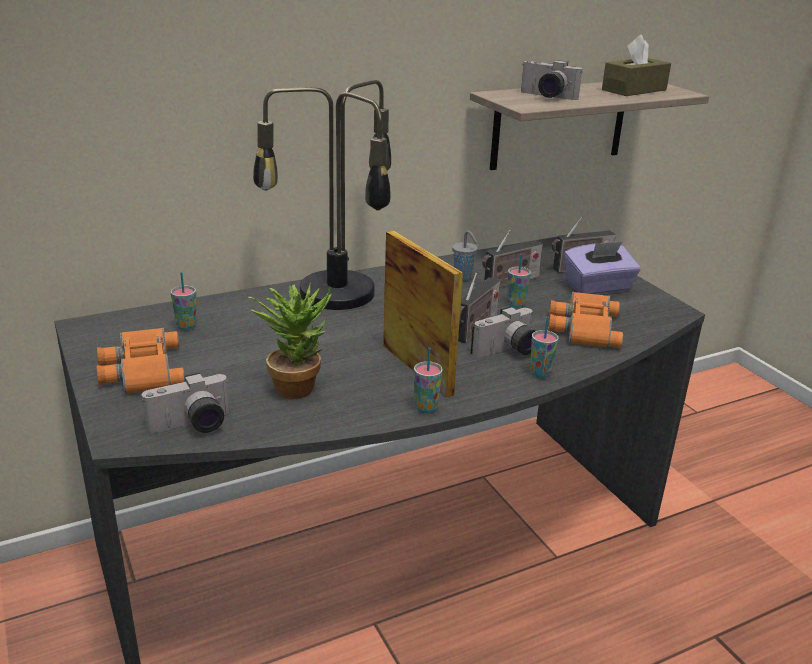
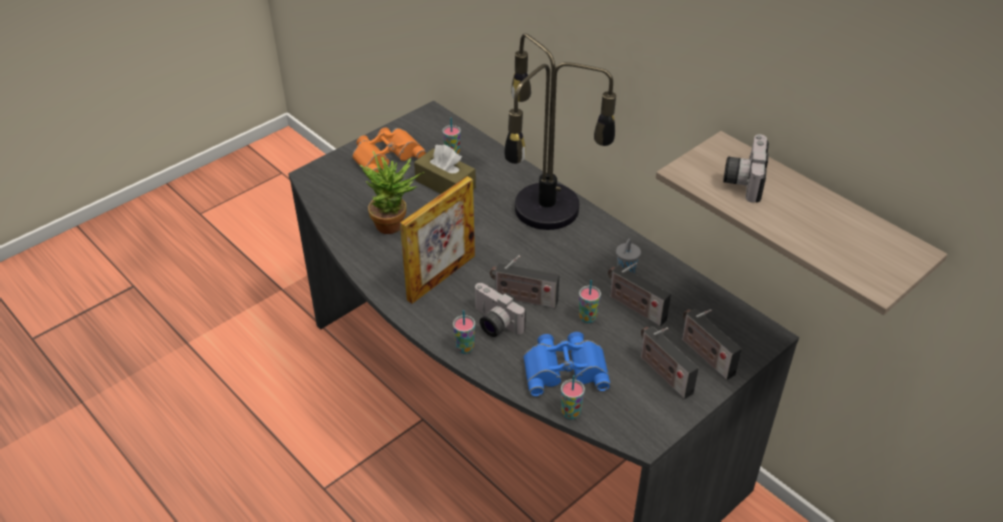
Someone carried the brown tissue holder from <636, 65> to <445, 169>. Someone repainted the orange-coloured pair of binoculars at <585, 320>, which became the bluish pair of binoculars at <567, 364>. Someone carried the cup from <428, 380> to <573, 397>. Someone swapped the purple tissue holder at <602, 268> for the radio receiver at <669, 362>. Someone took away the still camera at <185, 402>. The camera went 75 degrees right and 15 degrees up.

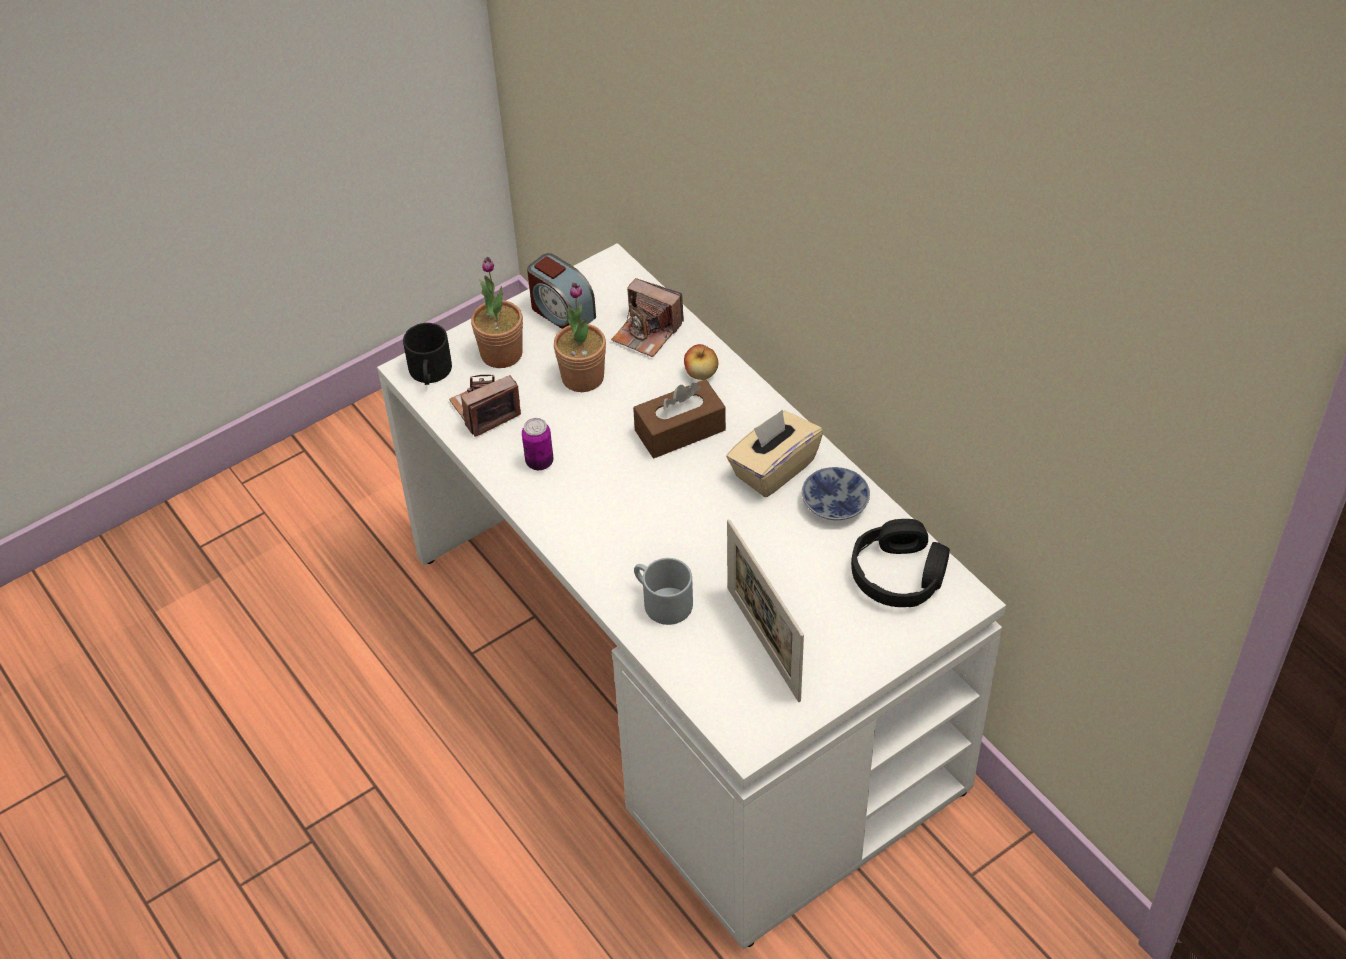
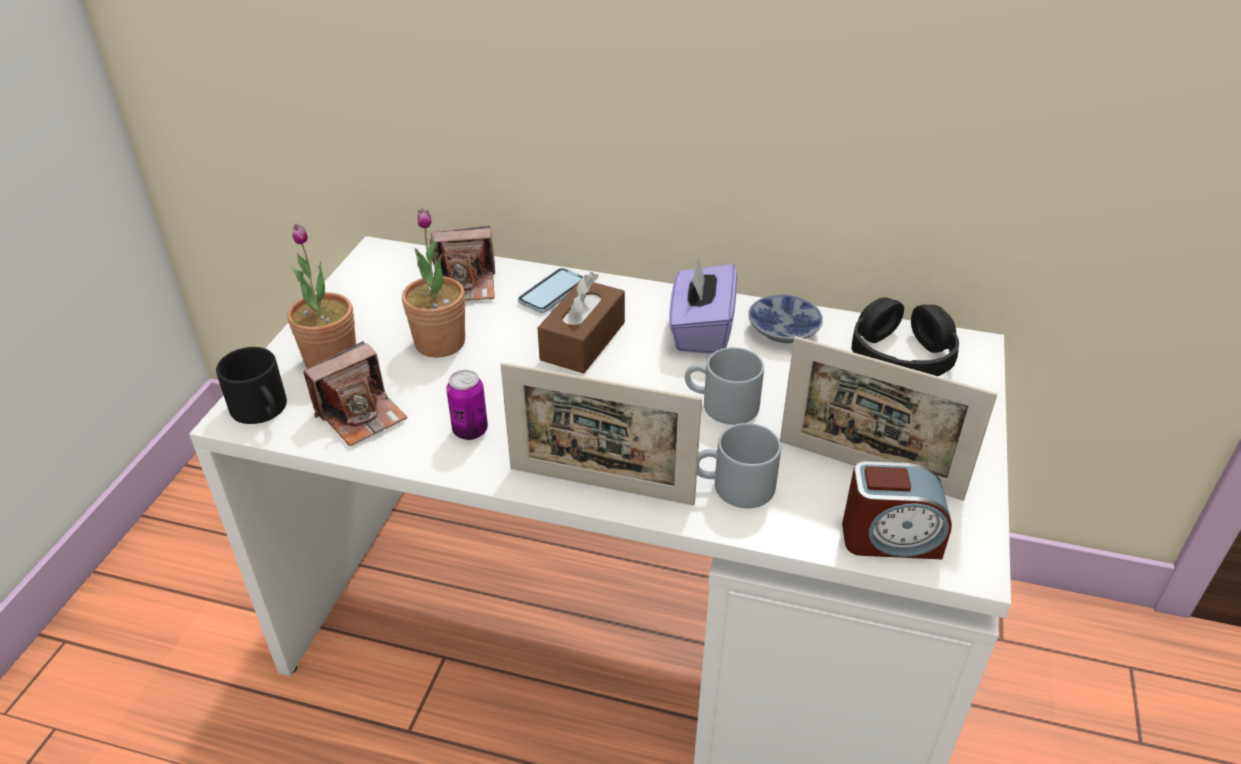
Someone rotated the still camera at <485, 406> by 150 degrees counterclockwise. Someone put down the photo frame at <601, 434>. Someone swapped the whole apple at <701, 362> for the handset at <551, 290>. Someone repainted the sand-coloured tissue holder at <774, 453>, which became the purple tissue holder at <703, 305>. Someone put down the gray tea mug at <724, 386>. Someone carried the alarm clock from <561, 291> to <897, 510>. The camera went 40 degrees left and 10 degrees down.

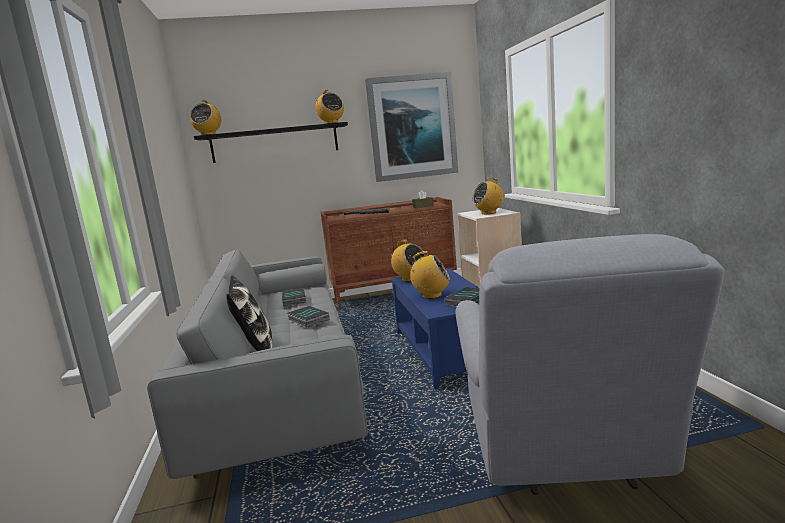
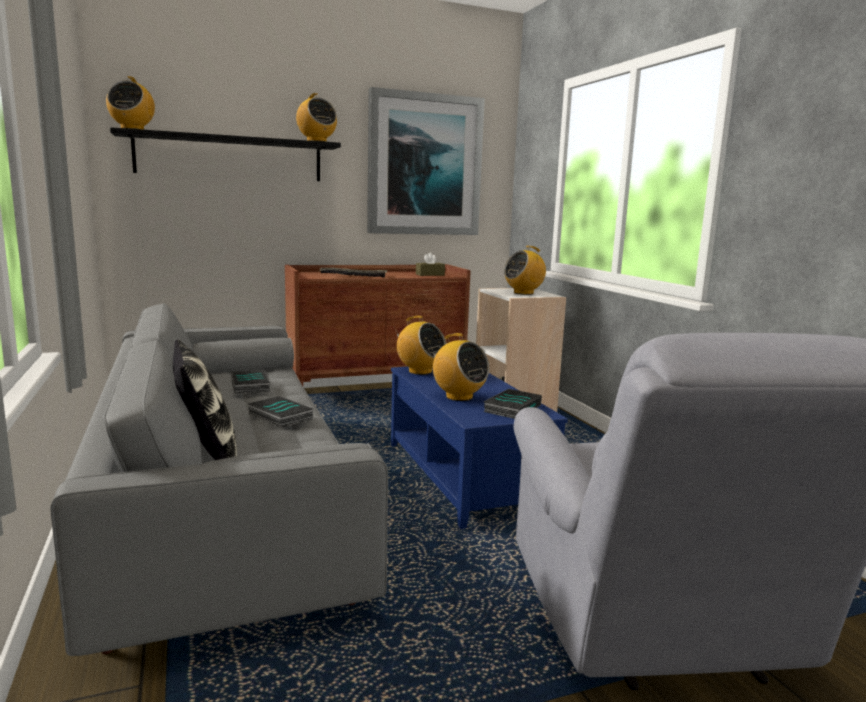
Someone rotated the radio receiver at <428, 275> by 45 degrees clockwise. The camera went 10 degrees left and 0 degrees up.

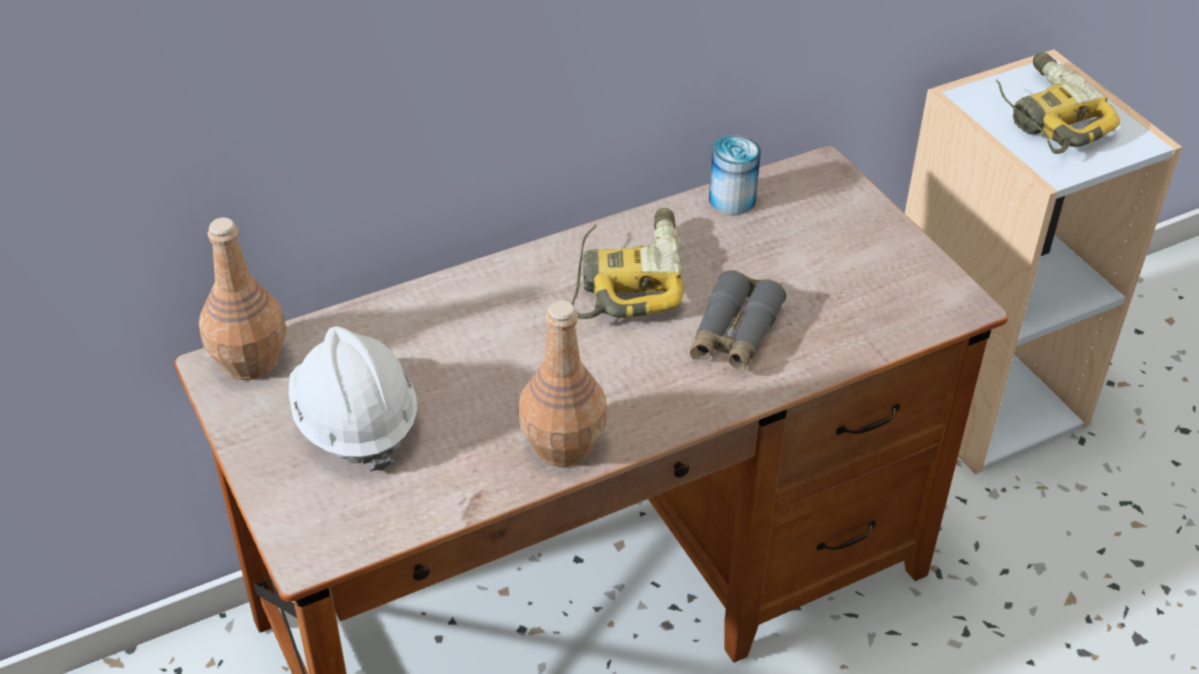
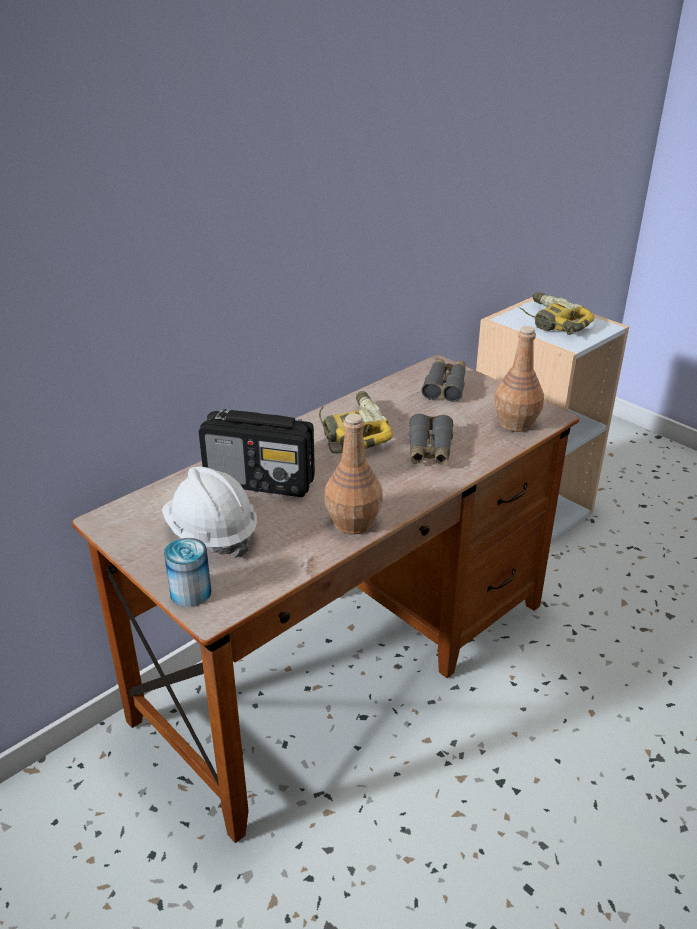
Someone carried the metal can from <735, 175> to <188, 572>. Someone put down the radio receiver at <257, 453>. Someone put down the gray pair of binoculars at <443, 380>. Someone carried the brown drink bottle from <242, 299> to <519, 379>. The camera went 15 degrees left and 10 degrees down.

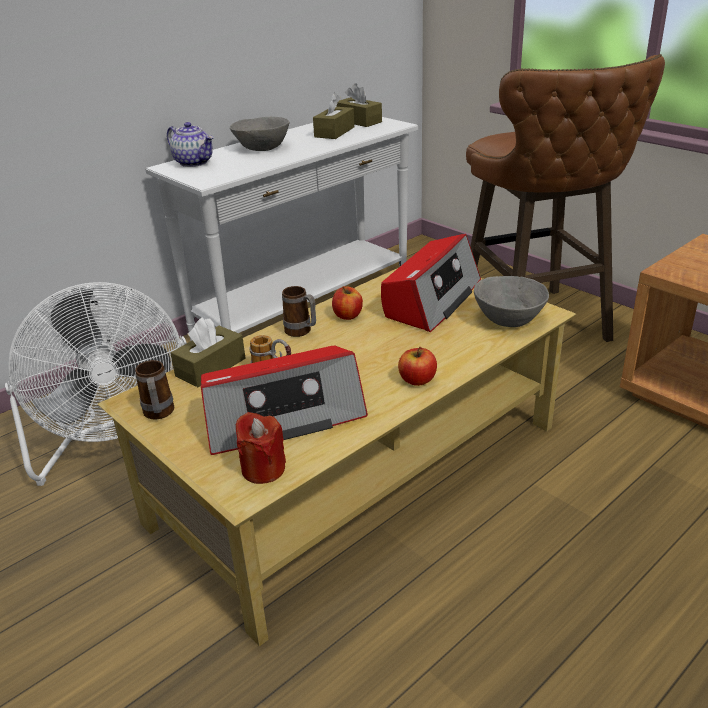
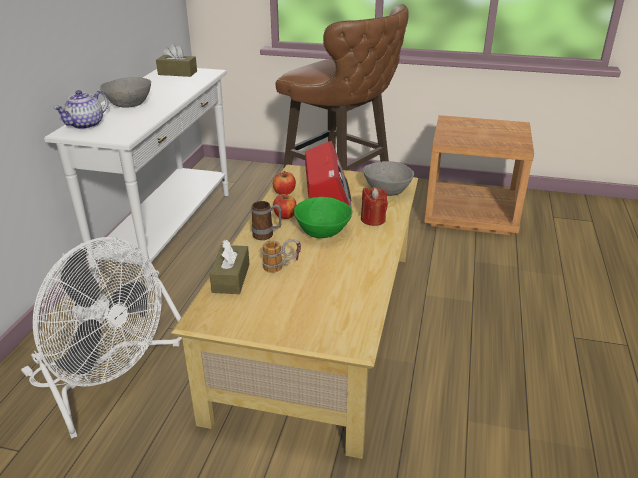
Someone rotated the pot for tea at <190, 144> by 120 degrees clockwise. Someone carried the whole apple from <417, 366> to <284, 183>. Someone put down the green-coloured serving bowl at <323, 217>. Someone carried the reddish candle from <261, 448> to <374, 206>. Someone took away the tea mug at <154, 390>. Someone took away the radio receiver at <284, 400>. Someone took away the brown tissue holder at <333, 116>. The camera went 35 degrees left and 0 degrees up.

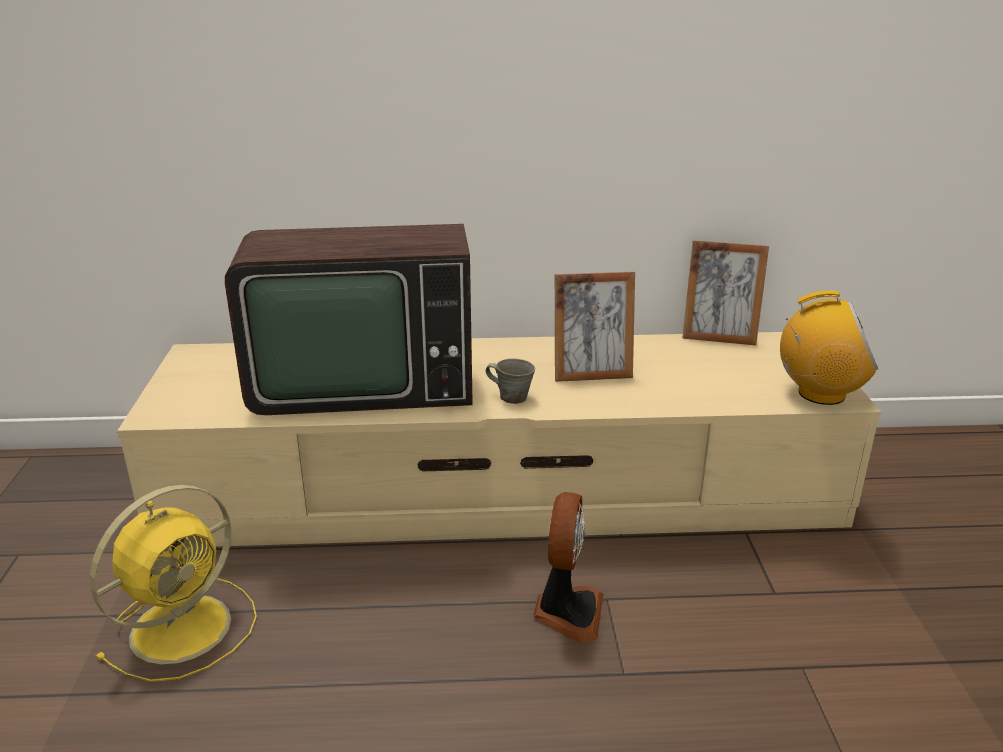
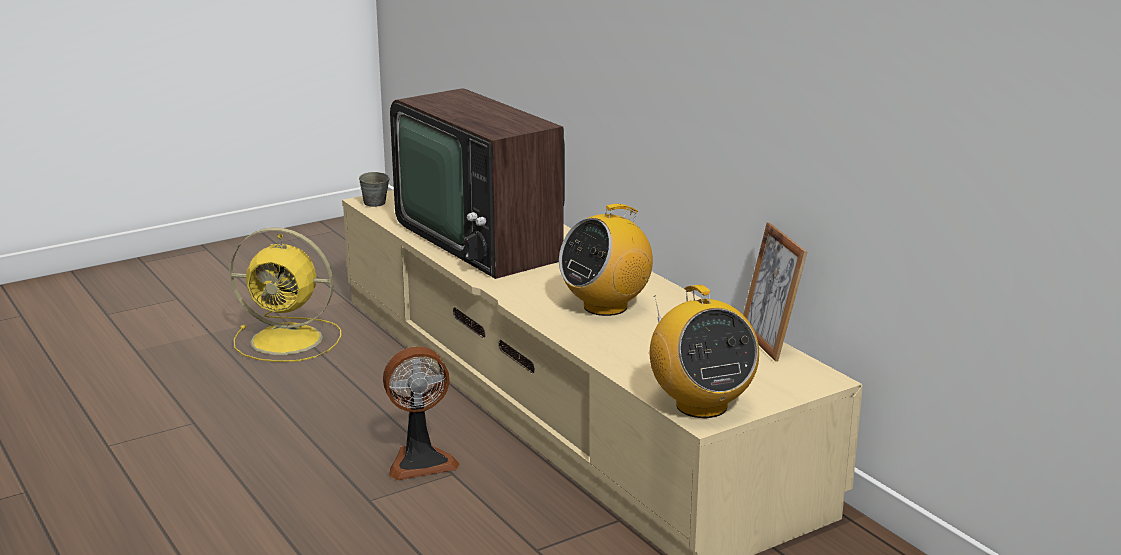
Someone carried the gray tea mug from <510, 381> to <374, 189>. Someone swapped the photo frame at <595, 326> for the radio receiver at <606, 260>. The camera went 60 degrees right and 5 degrees down.

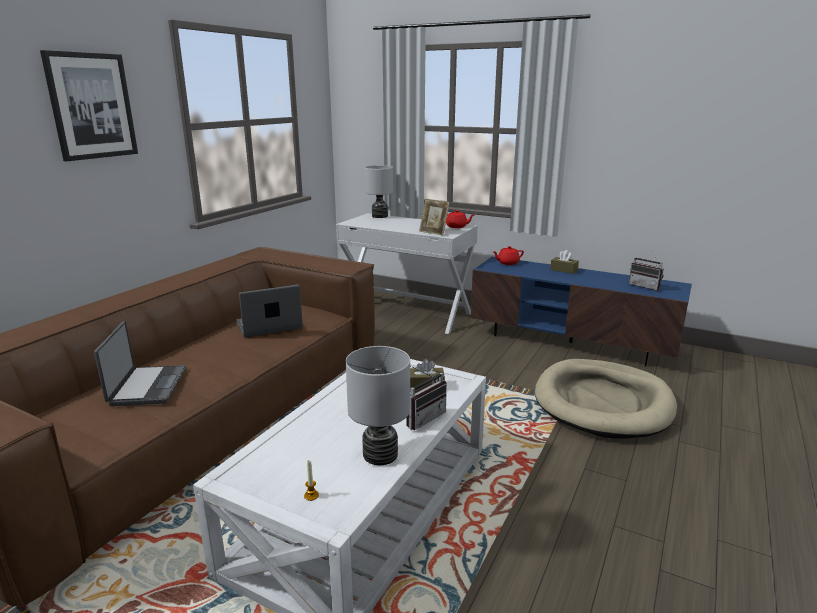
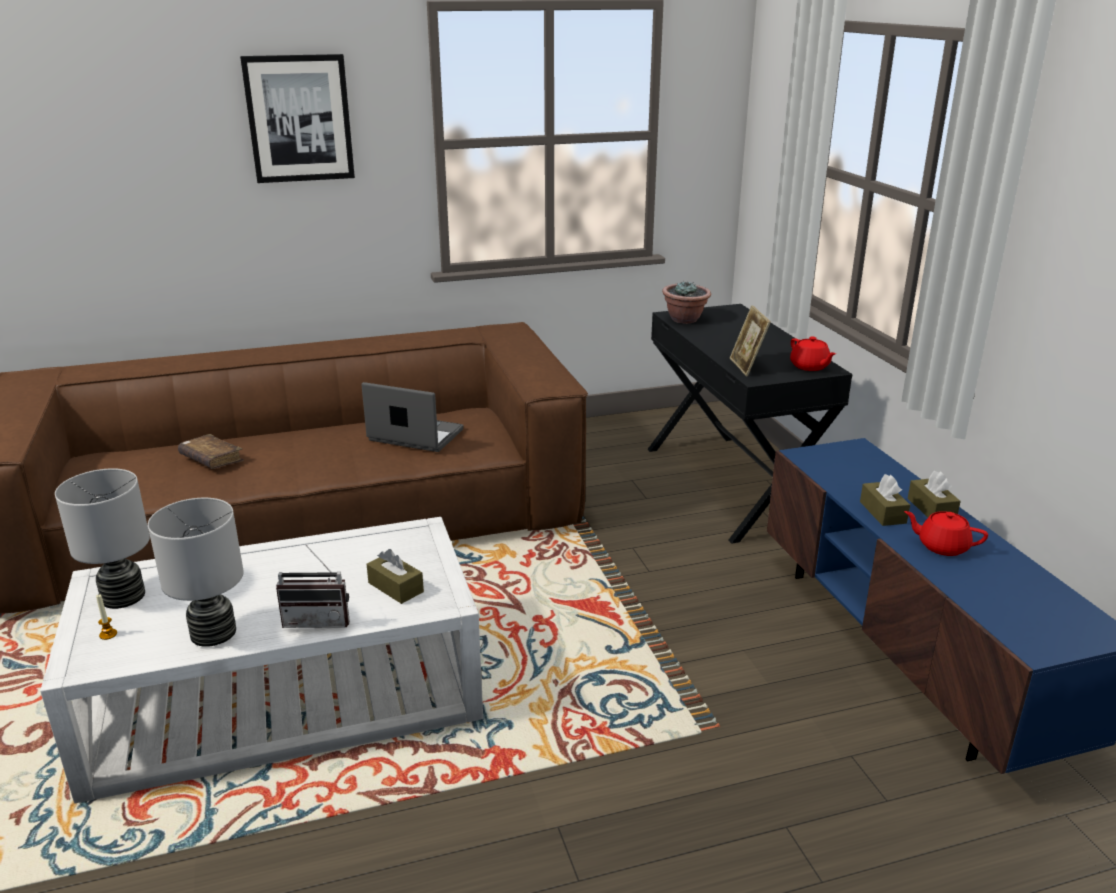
Someone carried the gray table lamp from <379, 191> to <102, 538>. Someone swapped the laptop at <140, 364> for the brown book at <211, 451>. Someone repainted the white-coloured console table at <407, 273>, which became the black console table at <749, 424>. Someone put down the plant in a pot at <686, 302>. Someone put down the brown tissue holder at <885, 500>. Someone carried the reddish pot for tea from <508, 255> to <946, 533>. Someone took away the sand-coloured dog cushion at <606, 399>. Someone took away the radio receiver at <646, 270>. The camera went 45 degrees right and 5 degrees up.

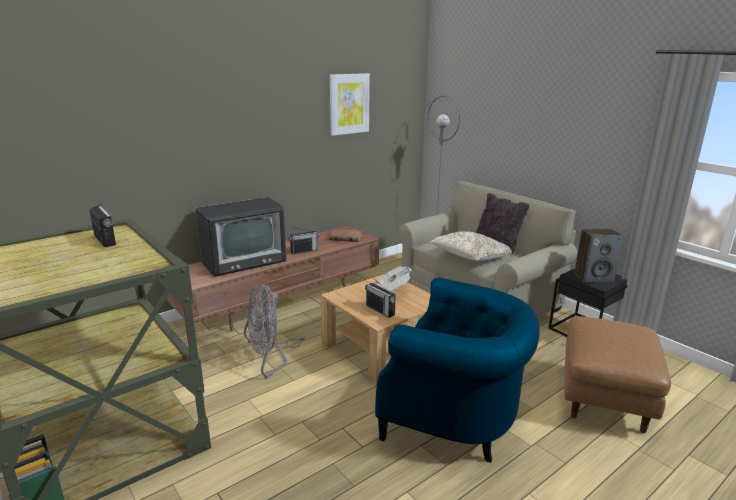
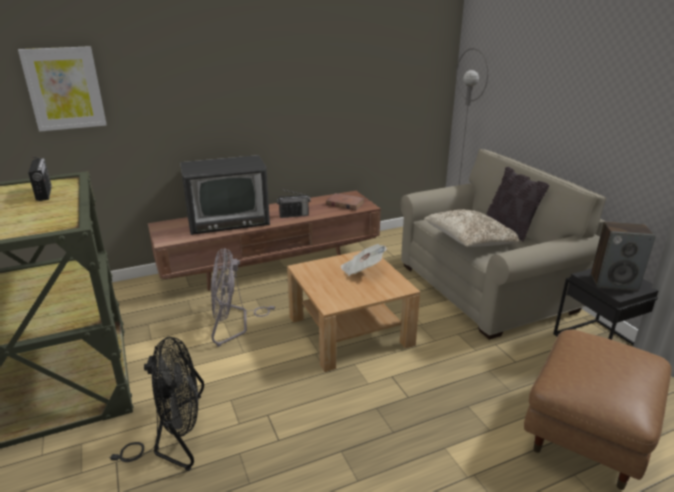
Someone carried the picture from <350, 104> to <62, 89>. Someone put down the black cooling fan at <157, 404>. Someone took away the radio receiver at <380, 297>. Someone took away the bluish lounge chair at <457, 370>. The camera went 15 degrees right and 5 degrees up.

